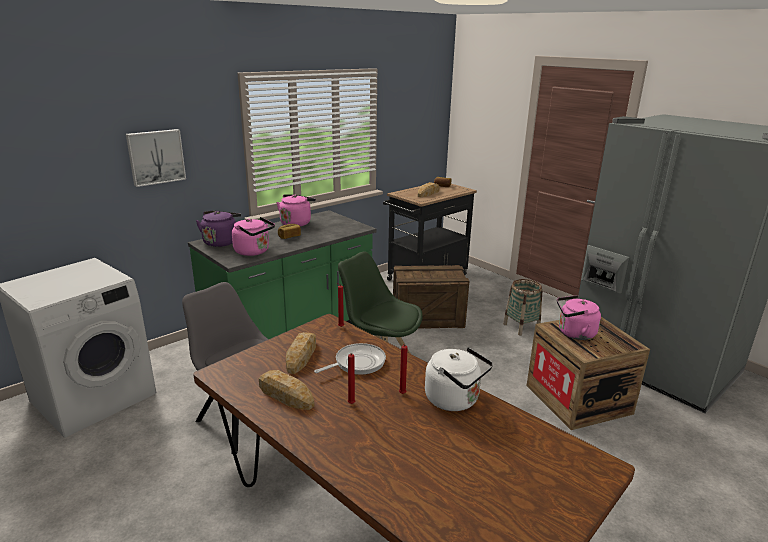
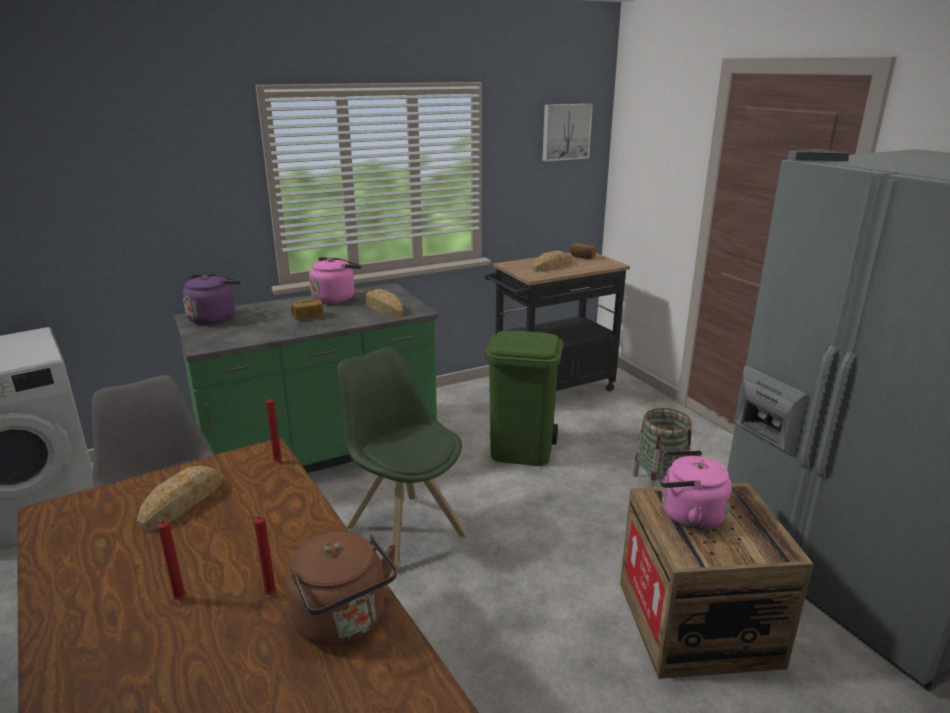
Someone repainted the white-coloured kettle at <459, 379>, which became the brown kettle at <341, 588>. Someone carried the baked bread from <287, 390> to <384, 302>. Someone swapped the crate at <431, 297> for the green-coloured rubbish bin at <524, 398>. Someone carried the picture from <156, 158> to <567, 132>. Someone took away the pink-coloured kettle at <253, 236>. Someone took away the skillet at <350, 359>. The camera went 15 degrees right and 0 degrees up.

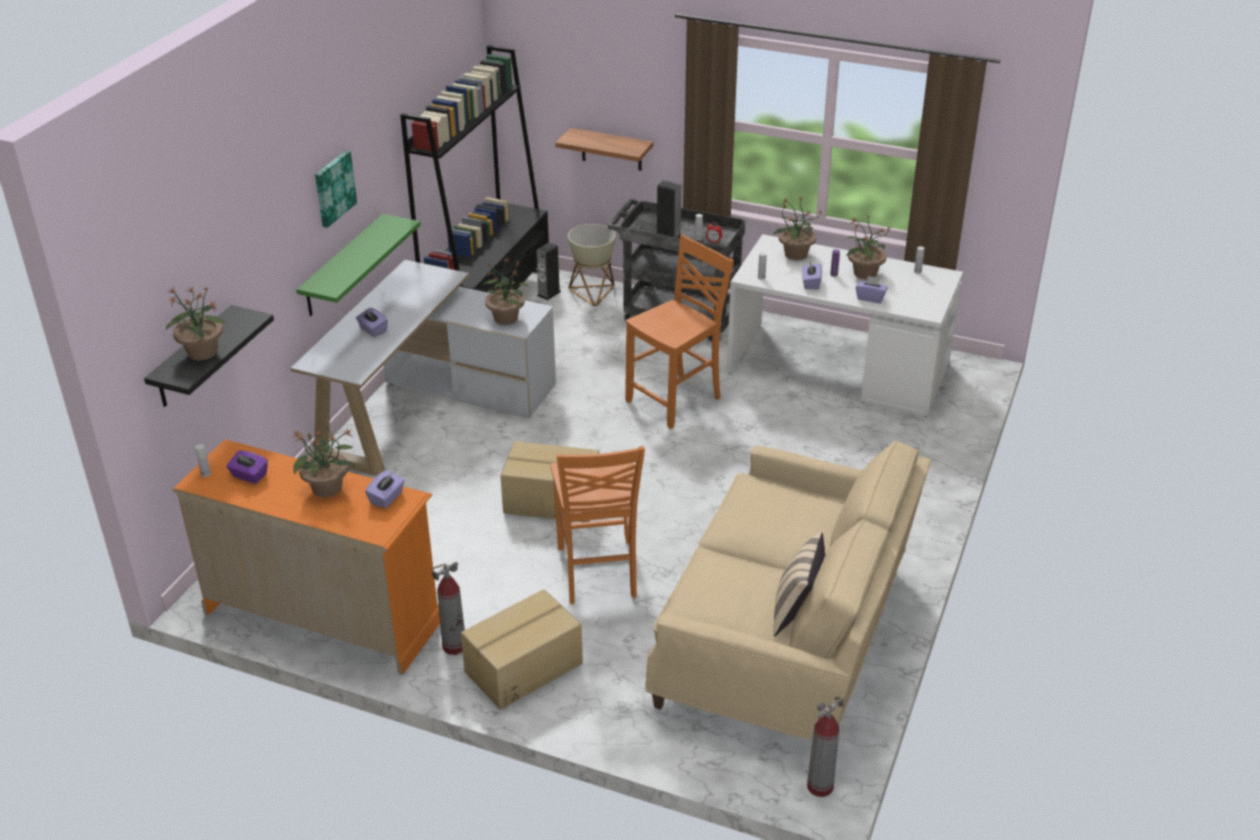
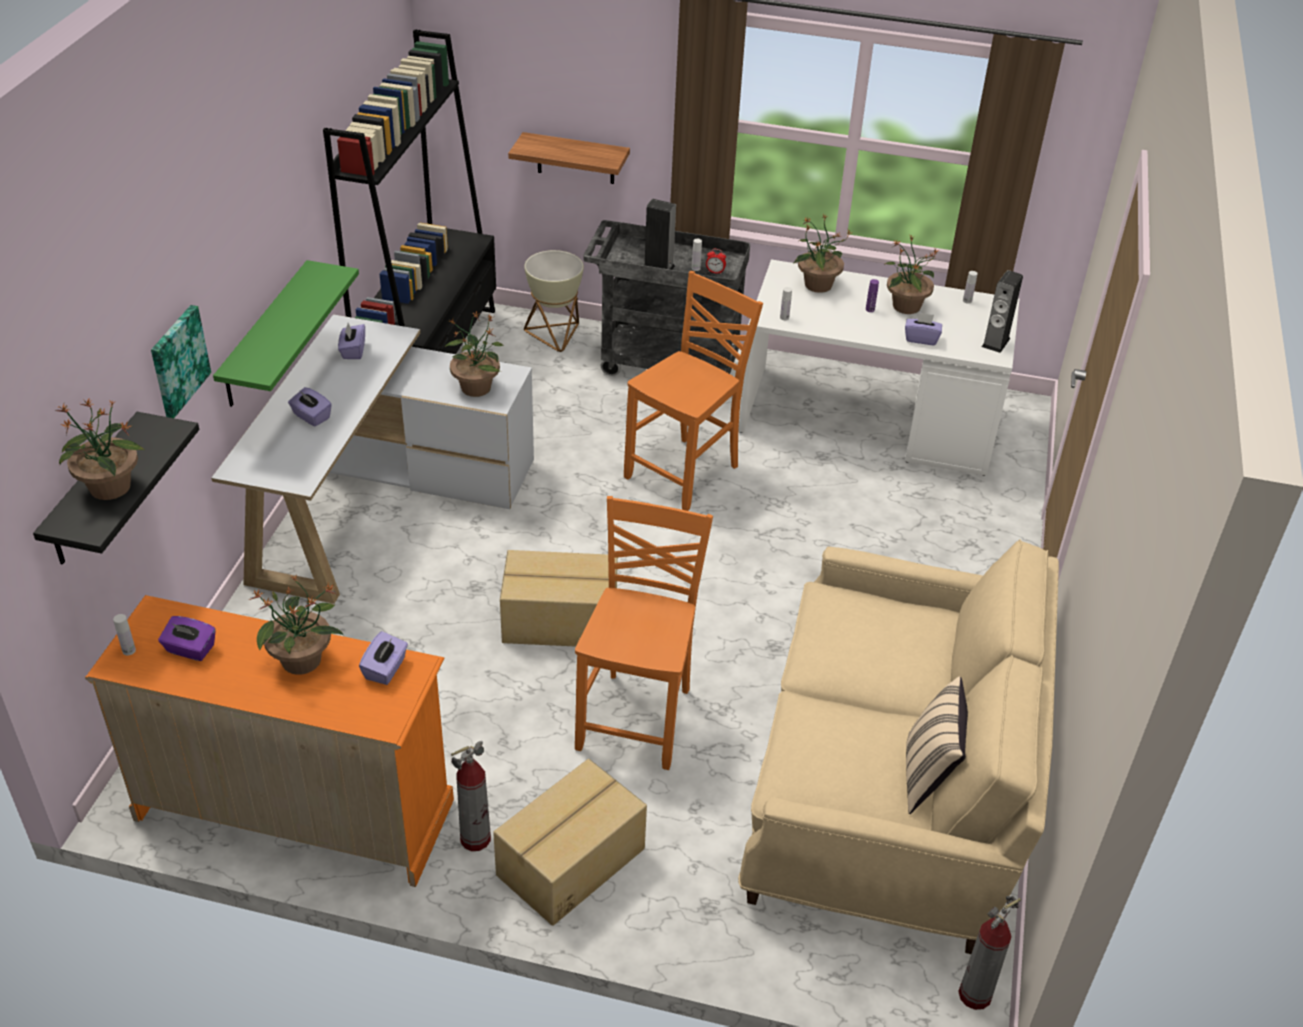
Someone carried the picture from <336, 189> to <181, 361>. Someone carried the purple tissue holder from <812, 275> to <351, 341>. Someone rotated the orange-coloured chair at <598, 525> by 150 degrees counterclockwise. Someone carried the audio speaker from <548, 271> to <1002, 311>. The camera went 10 degrees left and 5 degrees up.

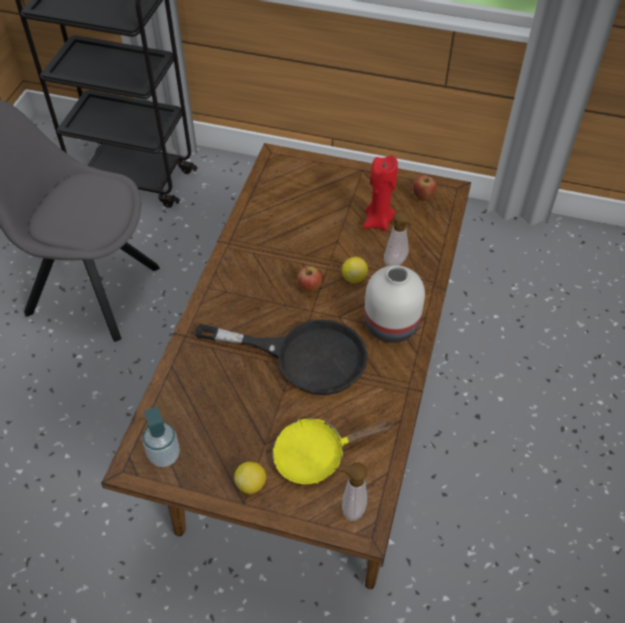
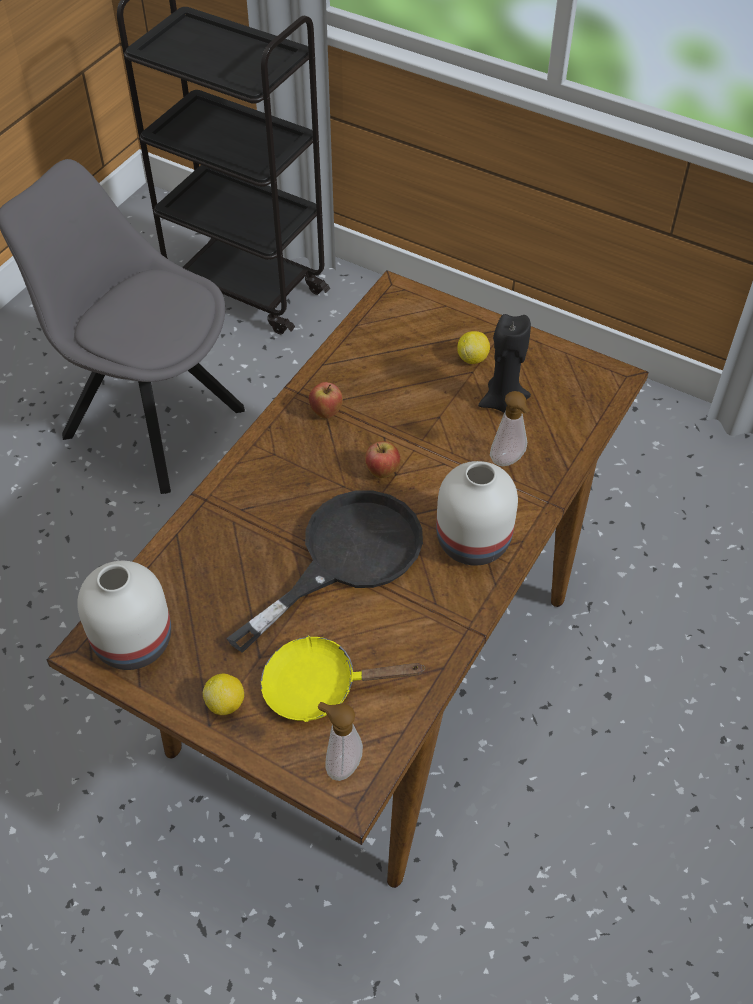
Someone swapped the liquid soap bottle at <161, 437> for the white-coloured decorative vase at <124, 615>. Someone rotated the black skillet at <281, 357> by 75 degrees counterclockwise. Someone carried the whole apple from <425, 188> to <326, 400>. Someone carried the whole lemon from <355, 270> to <473, 347>. Someone repainted the reddish candle at <380, 193>, which became the black candle at <504, 363>. The camera went 15 degrees right and 0 degrees up.

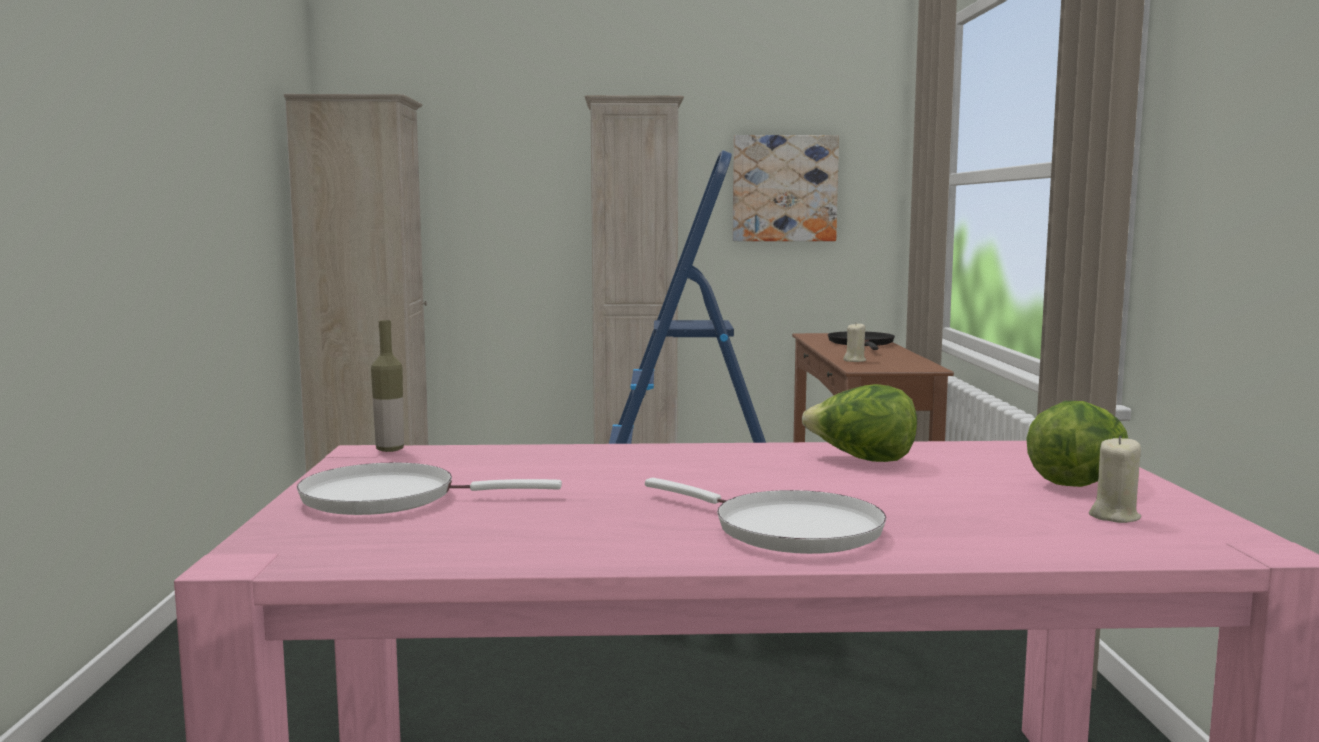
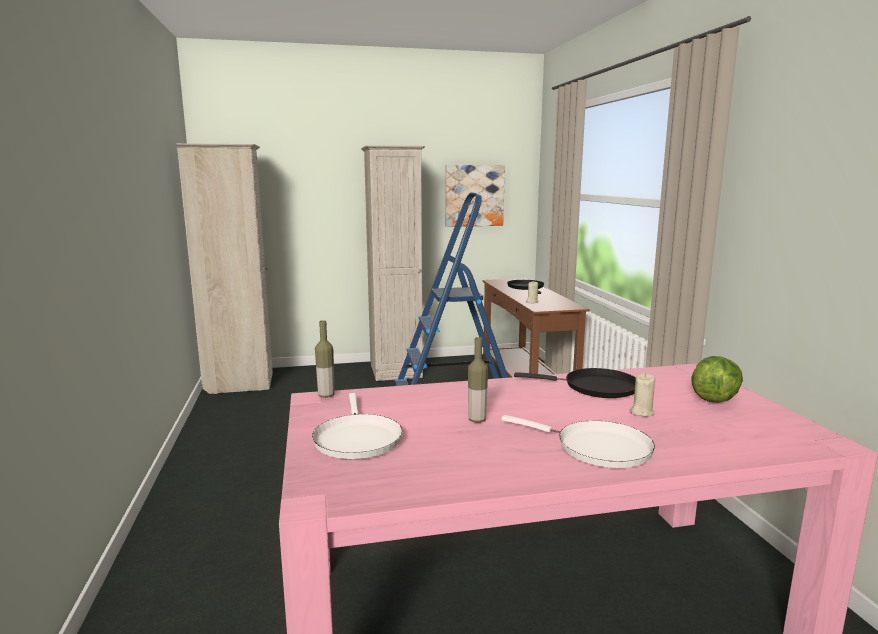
Someone rotated the white-coloured skillet at <429, 488> by 90 degrees counterclockwise. Someone put down the drink bottle at <478, 380>. Someone swapped the lettuce head at <859, 423> for the black skillet at <575, 383>. Someone carried the sand-coloured candle from <1115, 479> to <642, 395>. The camera went 10 degrees left and 5 degrees up.

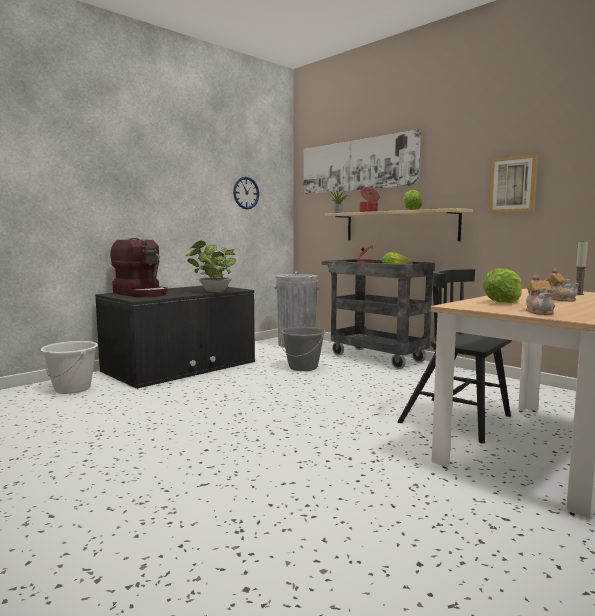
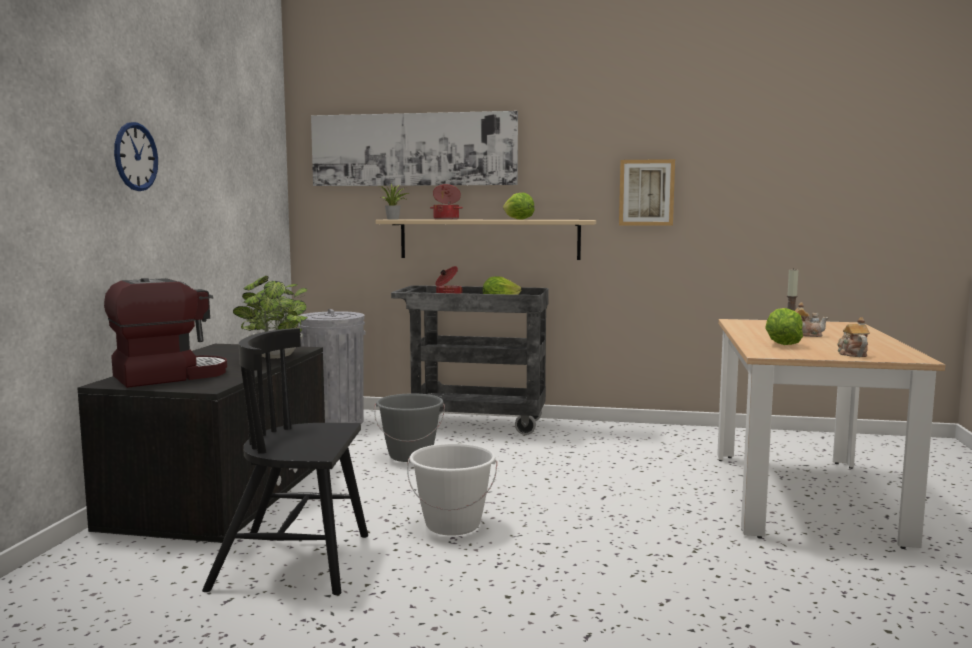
Someone rotated the coffee brewer at <139, 267> by 45 degrees counterclockwise. Someone carried the clock on the wall from <246, 193> to <136, 156>. Someone carried the black chair from <454, 356> to <285, 461>. Someone carried the white-coloured bucket from <69, 367> to <452, 489>. Someone rotated the pot for tea at <540, 294> by 150 degrees counterclockwise. The camera went 35 degrees left and 0 degrees up.

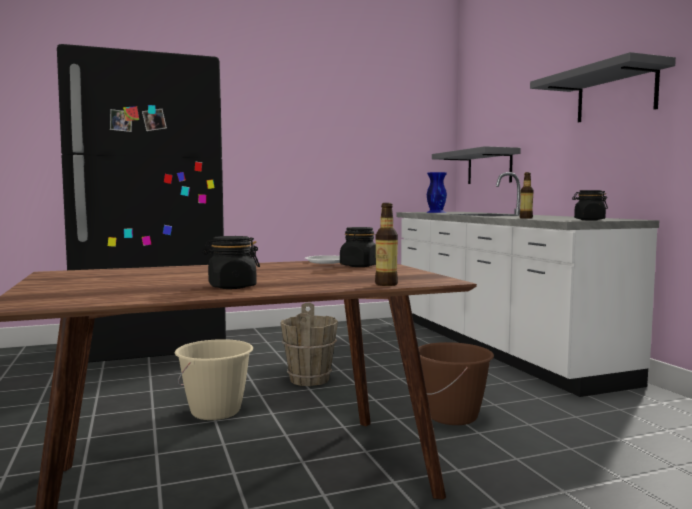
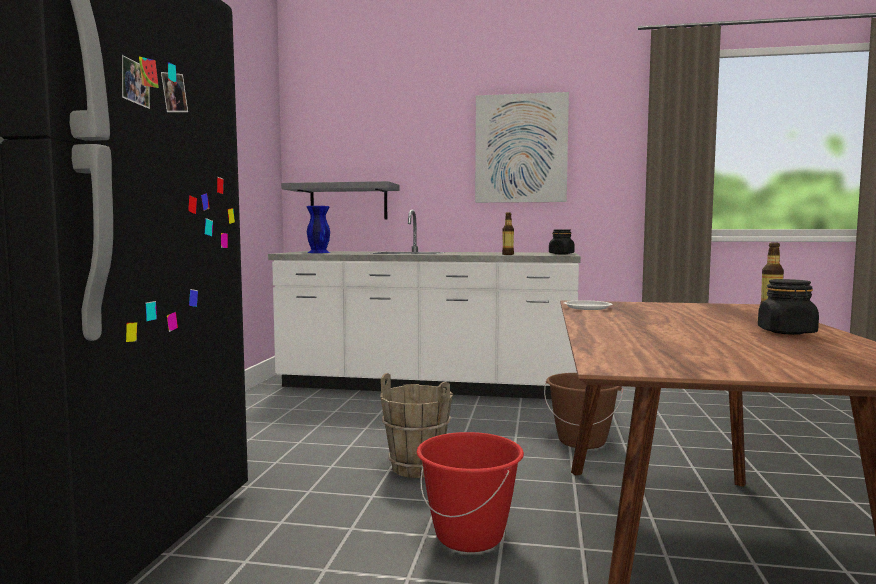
Someone repainted the sand-coloured bucket at <214, 379>, which became the reddish bucket at <470, 492>. Someone swapped the gray wall shelf at <603, 87> for the picture at <522, 147>. Someone took away the black storage jar at <358, 247>. The camera went 60 degrees left and 0 degrees up.

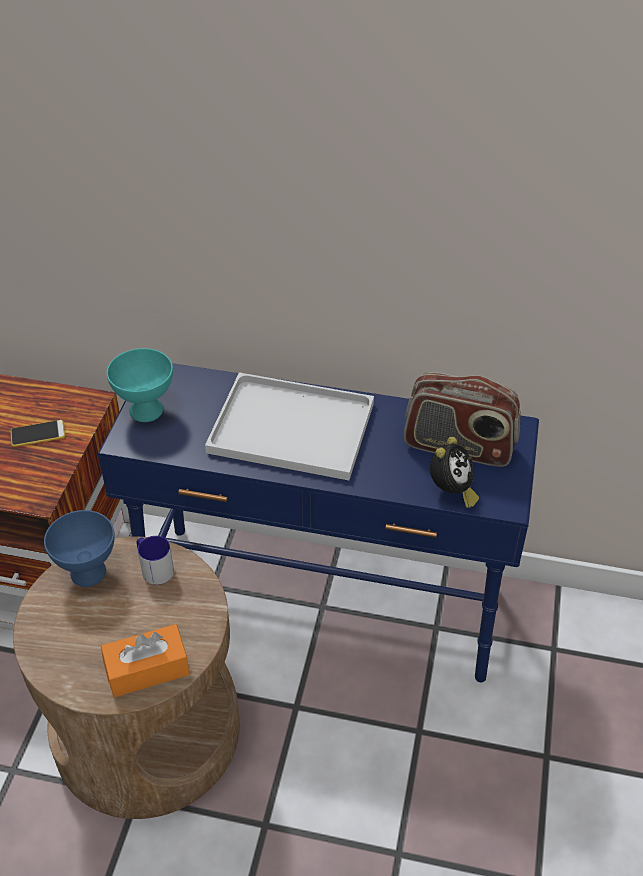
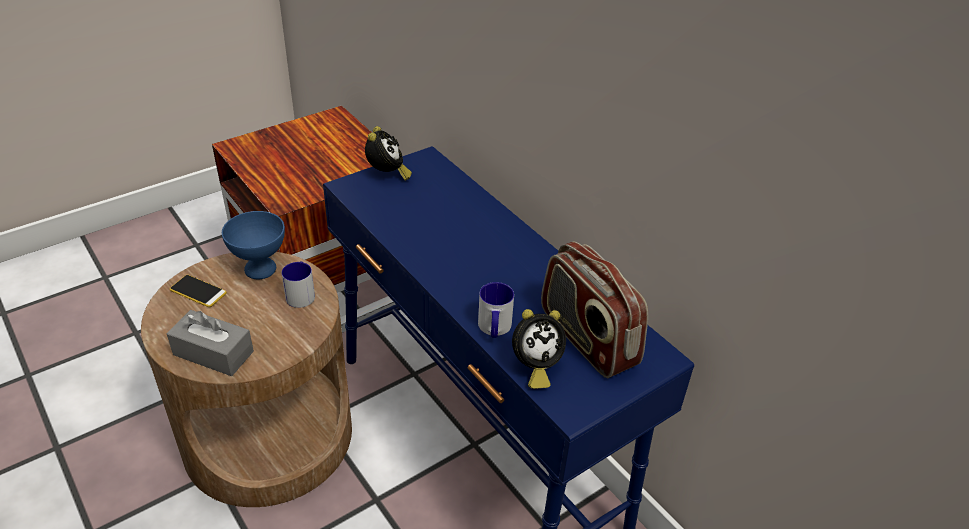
Someone repainted the orange-coloured tissue holder at <145, 660>, which became the gray tissue holder at <210, 343>. Someone carried the handset from <37, 433> to <198, 291>. Someone swapped the turquoise serving bowl at <140, 385> for the alarm clock at <388, 153>. Someone put down the tea mug at <496, 310>. Someone took away the white-coloured tray at <289, 426>. The camera went 40 degrees right and 5 degrees down.

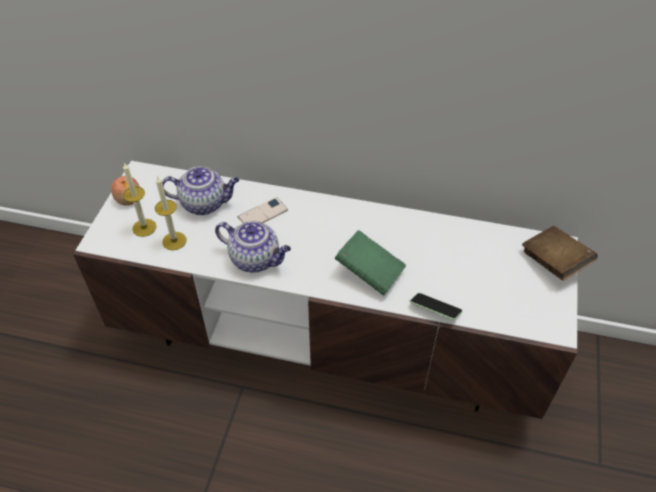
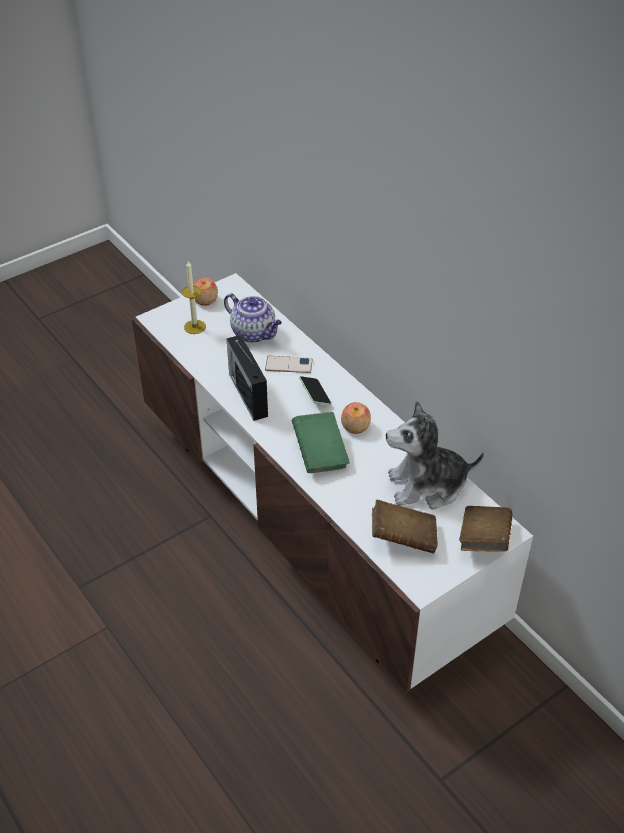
Someone swapped the pot for tea at <253, 247> for the radio receiver at <247, 378>. Someone carried the handset from <436, 306> to <315, 390>. Someone put down the whole apple at <356, 418>. Someone put down the brown book at <405, 527>. Someone put down the soft toy at <435, 455>. Someone took away the candle at <170, 213>. The camera went 40 degrees right and 5 degrees down.

